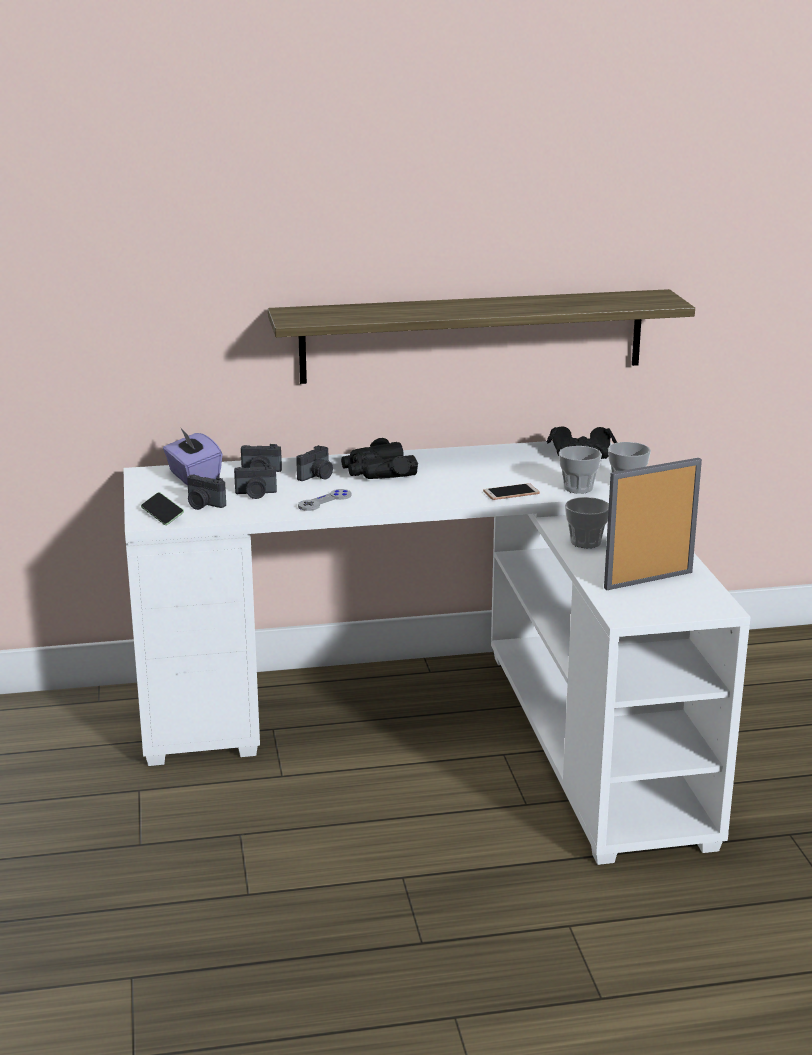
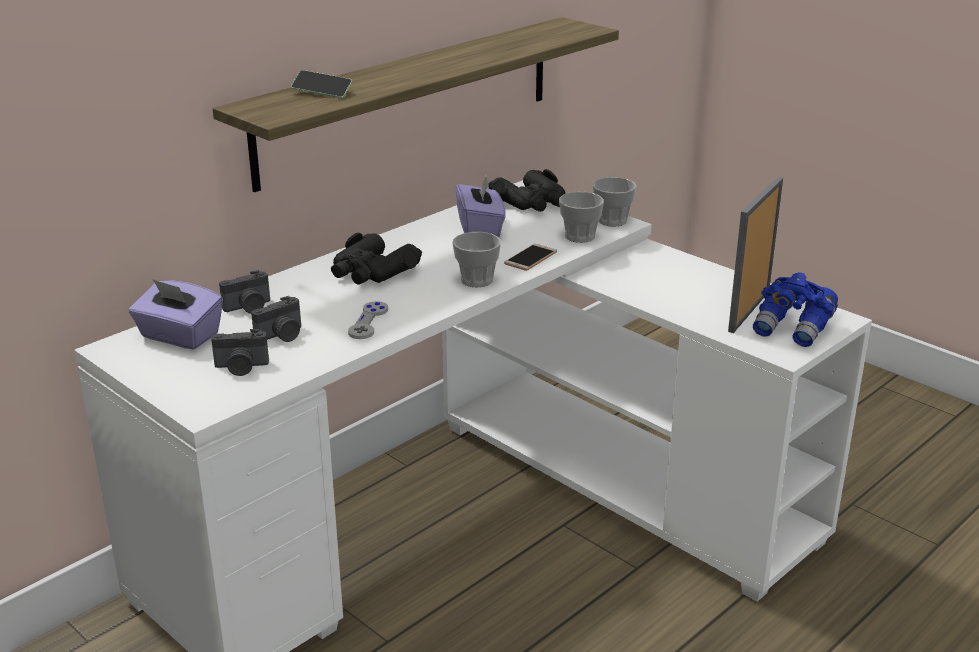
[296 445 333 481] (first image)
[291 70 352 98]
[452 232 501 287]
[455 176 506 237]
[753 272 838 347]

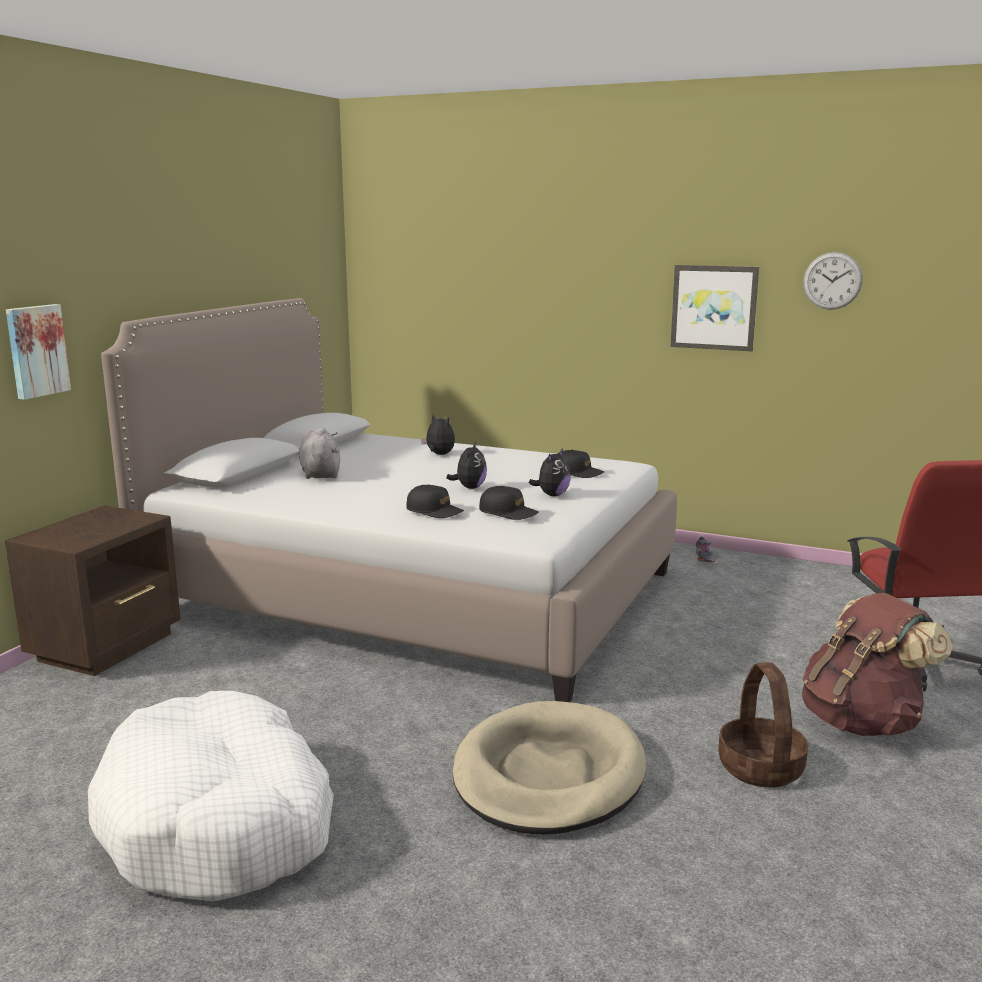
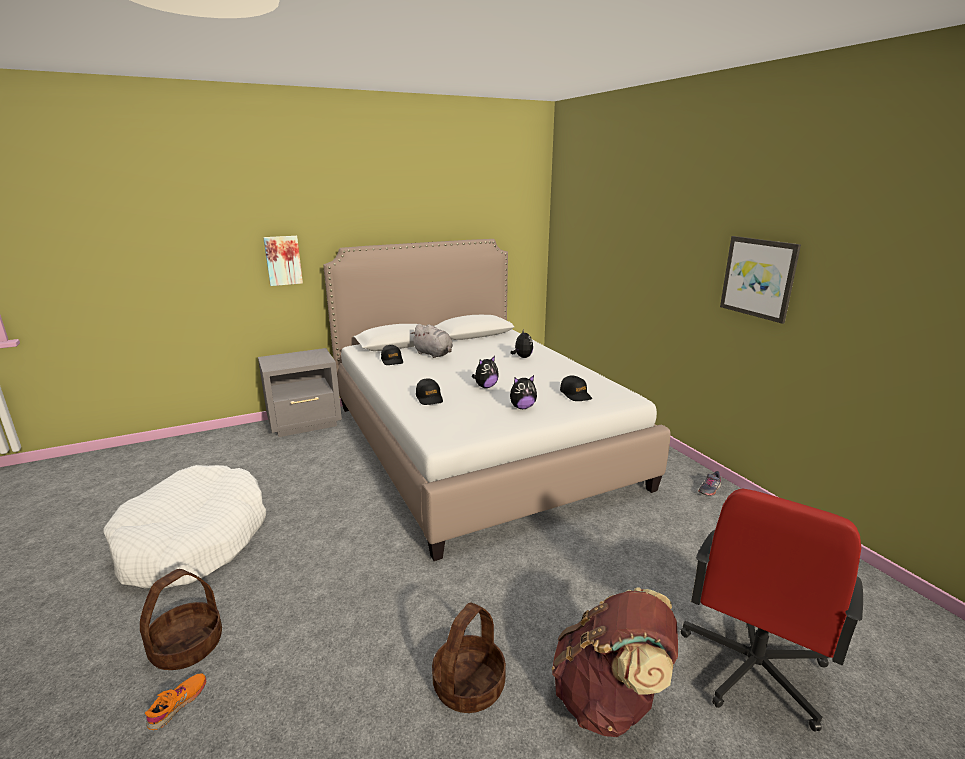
[803 252 863 310] (first image)
[411 324 453 358]
[381 345 403 365]
[258 348 342 437]
[453 701 646 835] (first image)
[140 569 222 670]
[145 674 206 730]

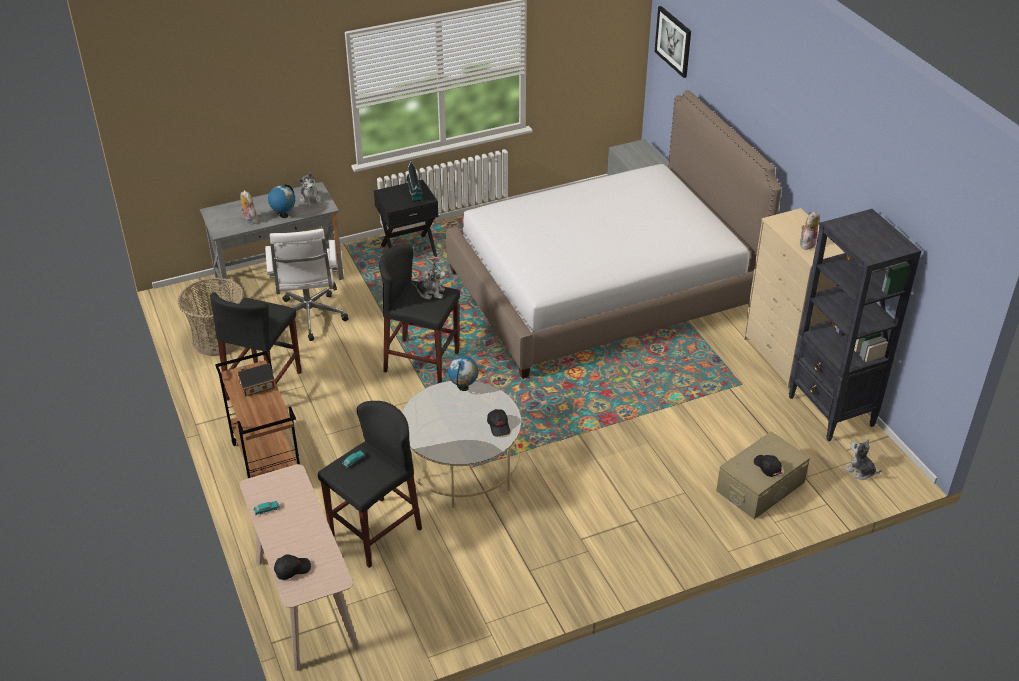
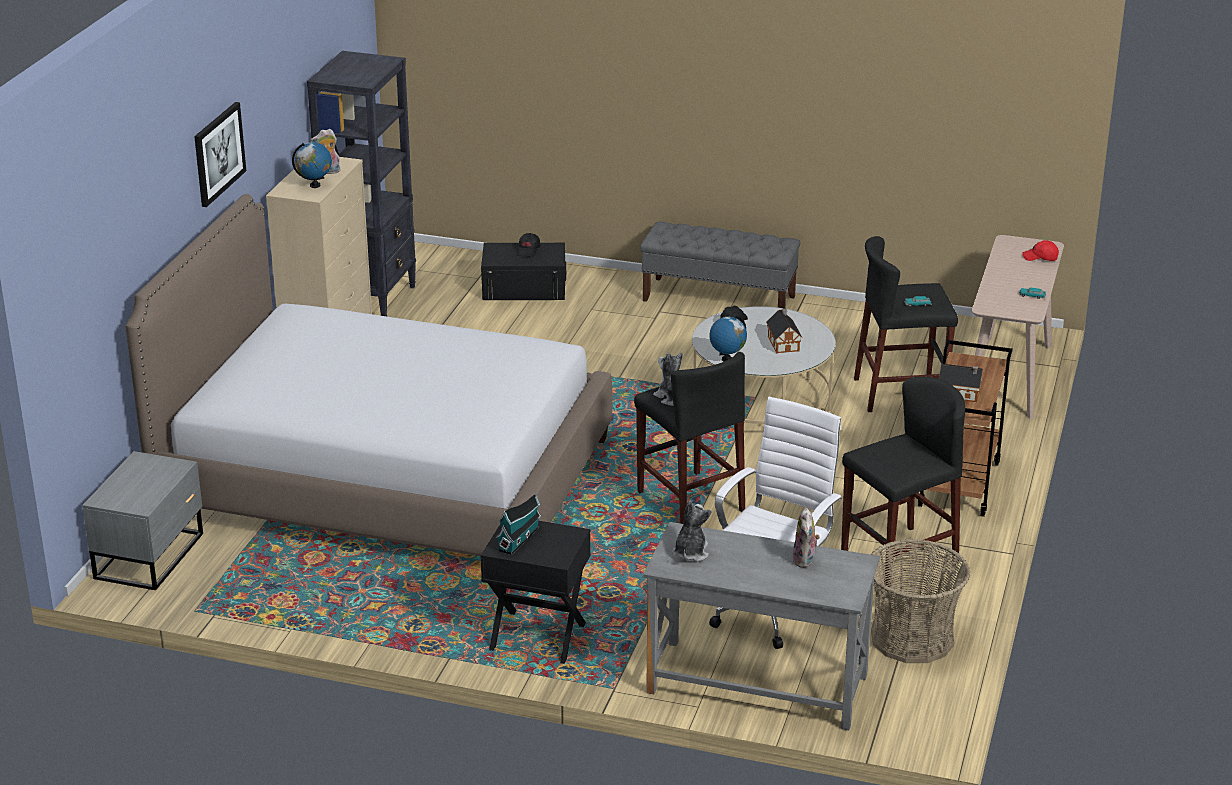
[194 102 246 207]
[292 142 332 188]
[481 243 566 300]
[844 439 882 480] (first image)
[1022 240 1059 261]
[640 221 800 309]
[766 309 802 354]

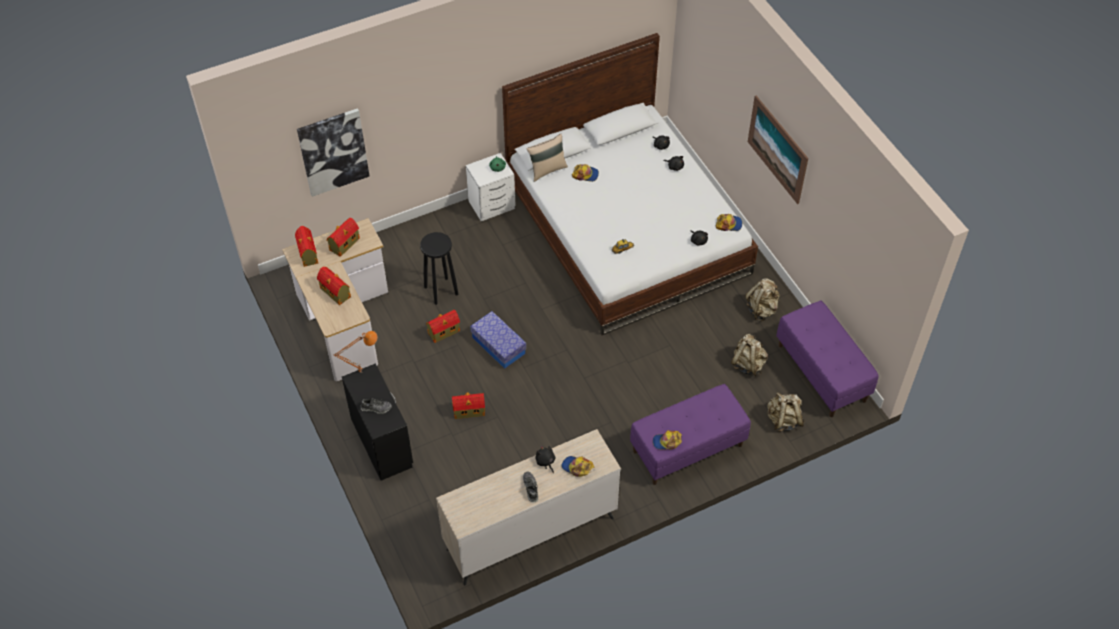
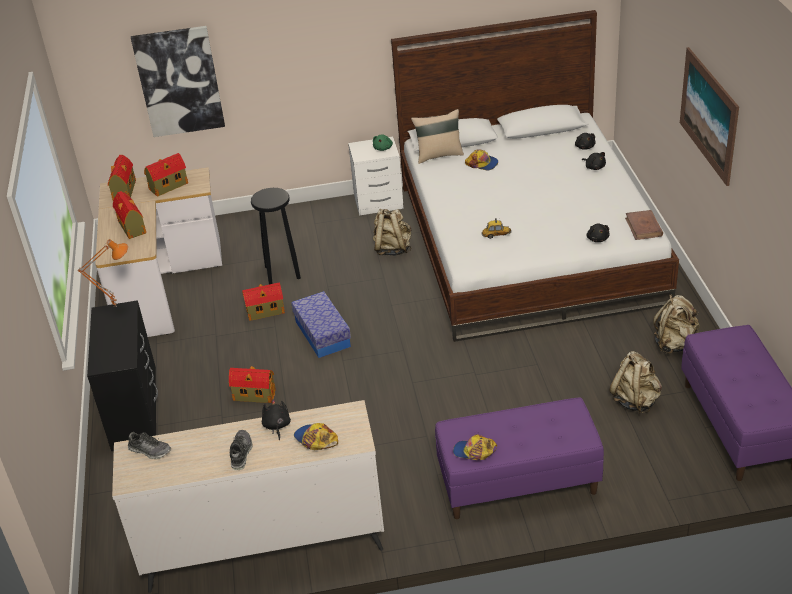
[625 210 663 240]
[373 209 411 256]
[128 432 171 459]

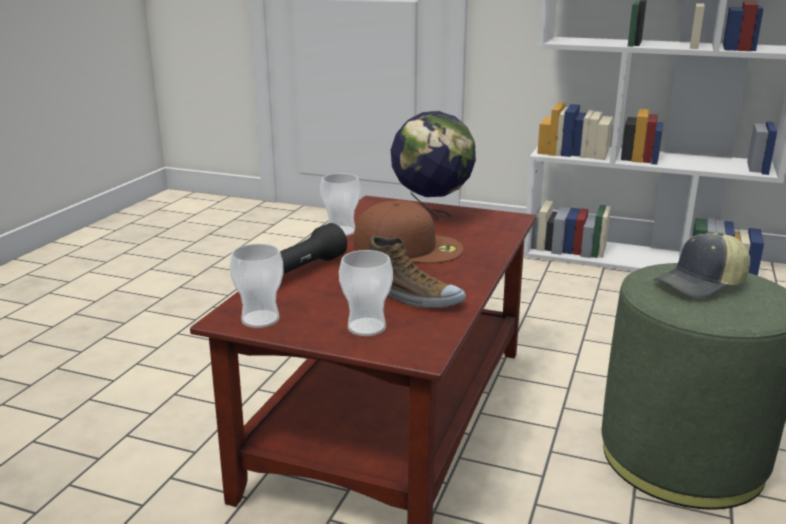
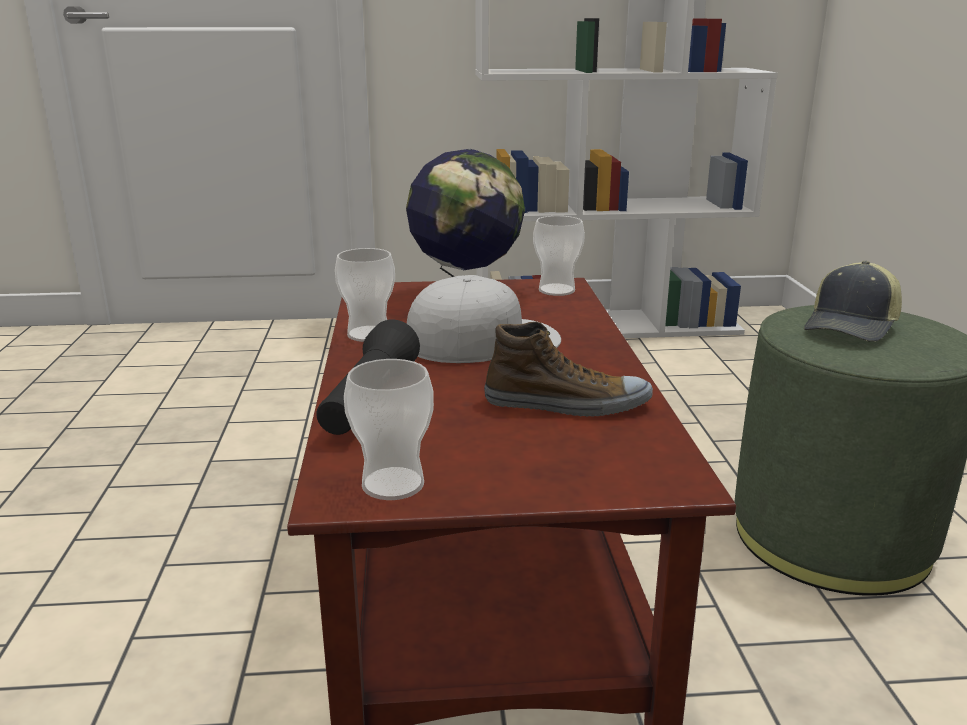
[407 275 561 363]
[533 216 585 296]

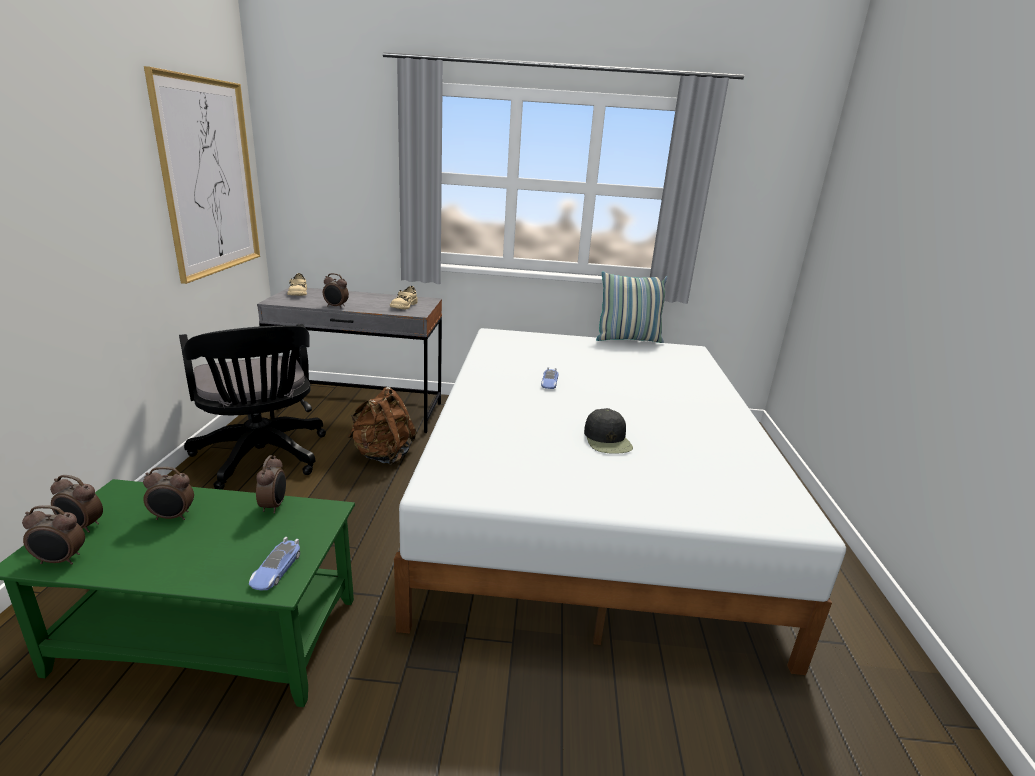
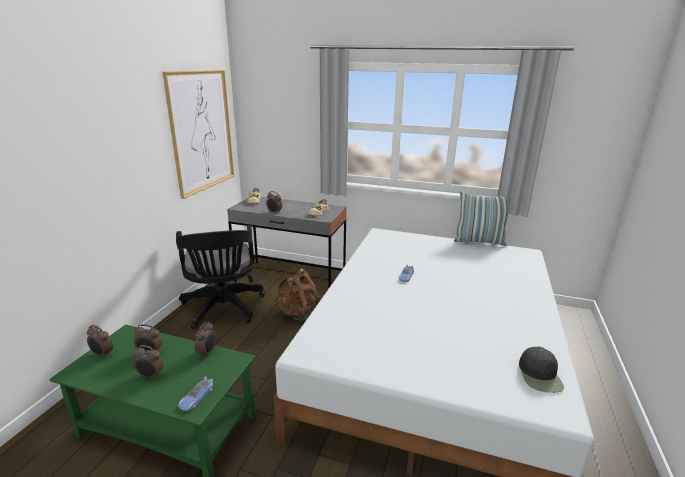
[519 347 564 393]
[133 345 163 380]

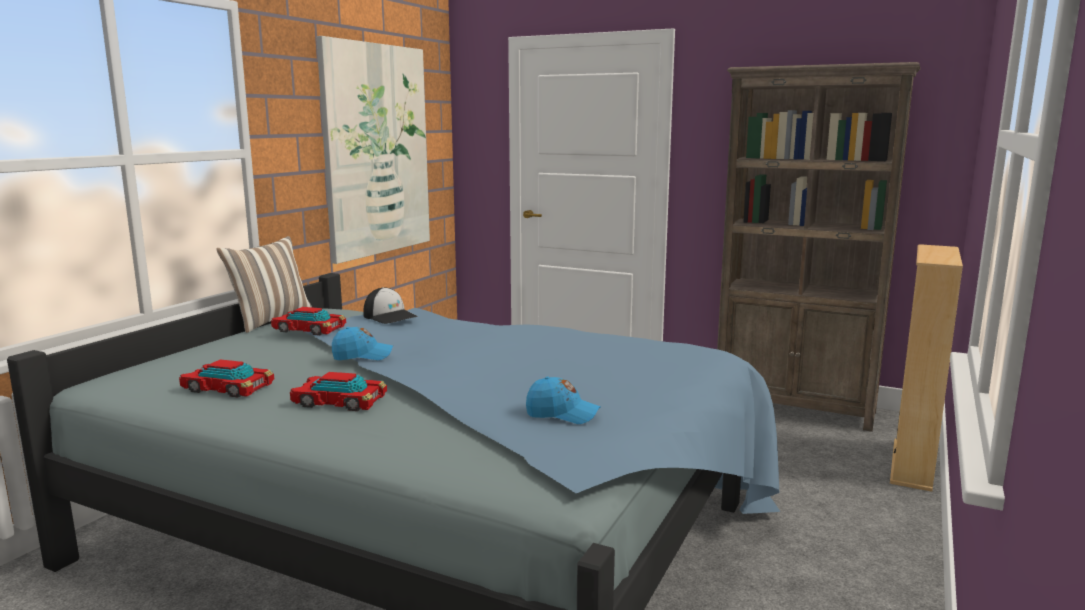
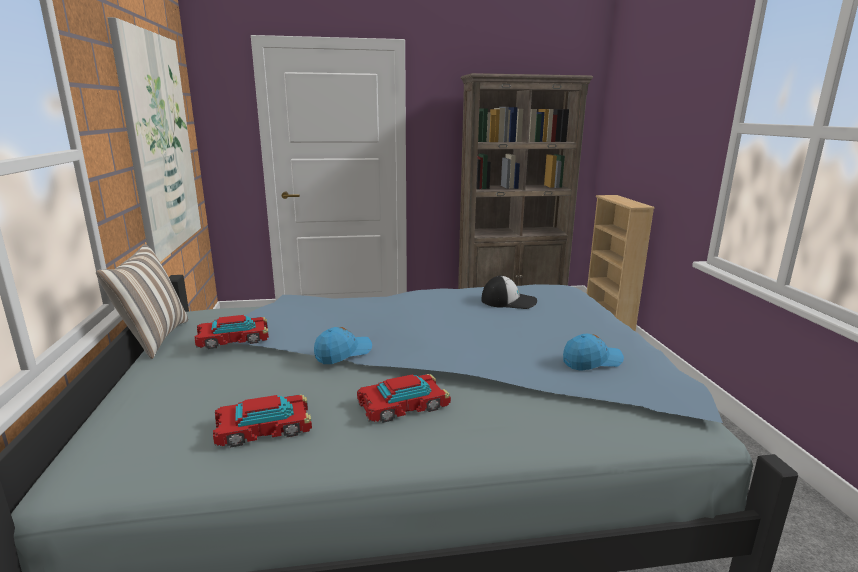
[481 276 537 309]

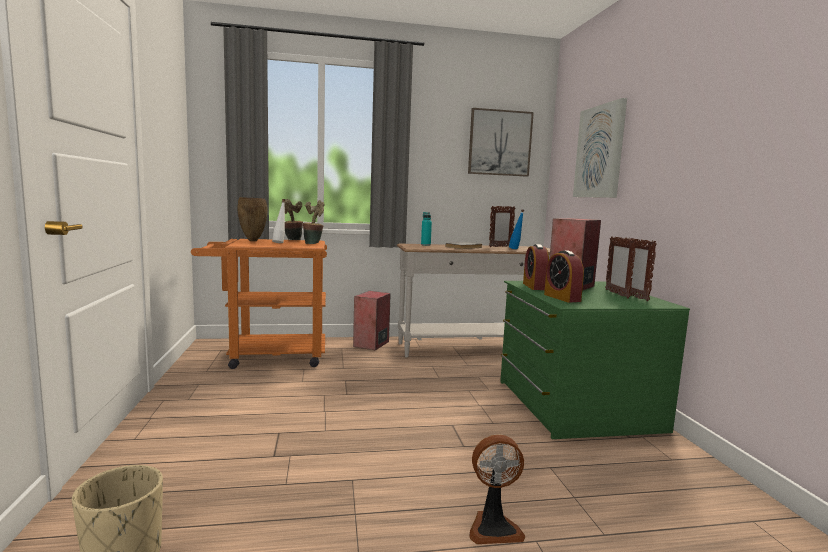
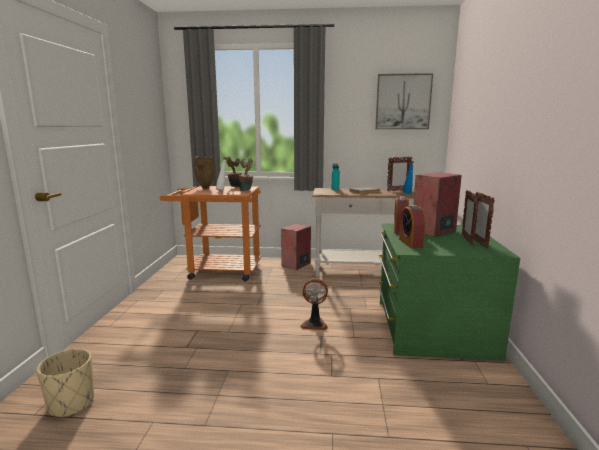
[573 98 627 198] (first image)
[300 278 328 330]

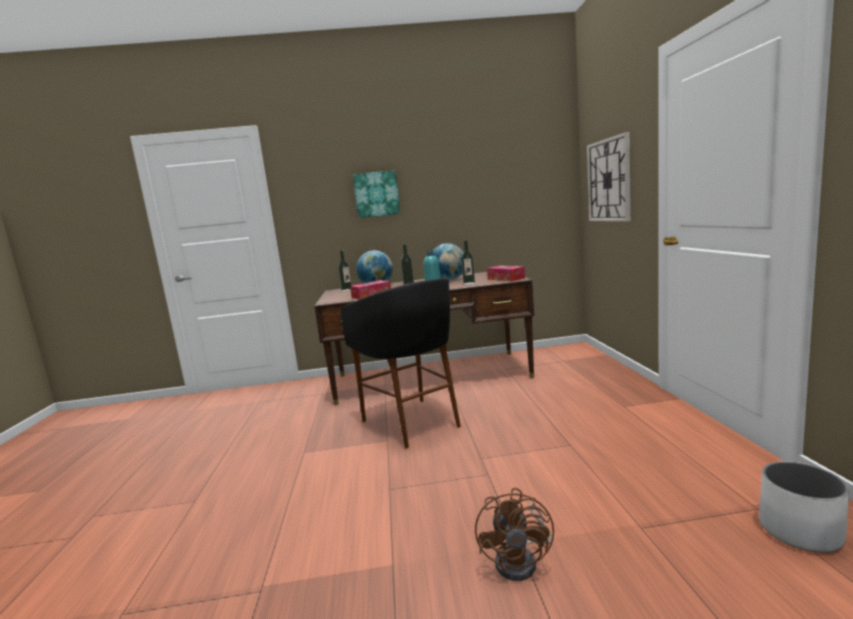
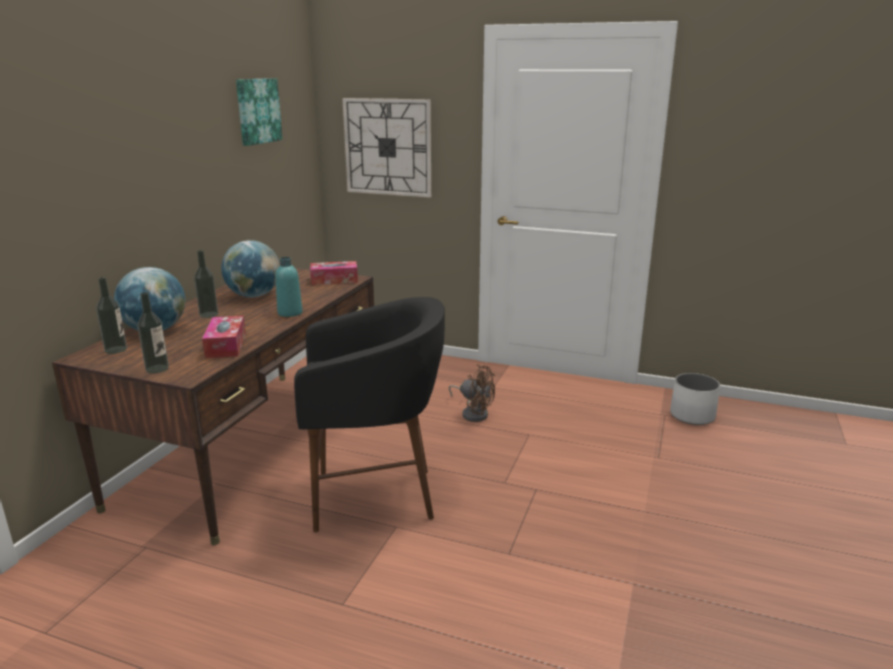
[236 78 283 146]
[138 292 169 374]
[449 364 495 422]

